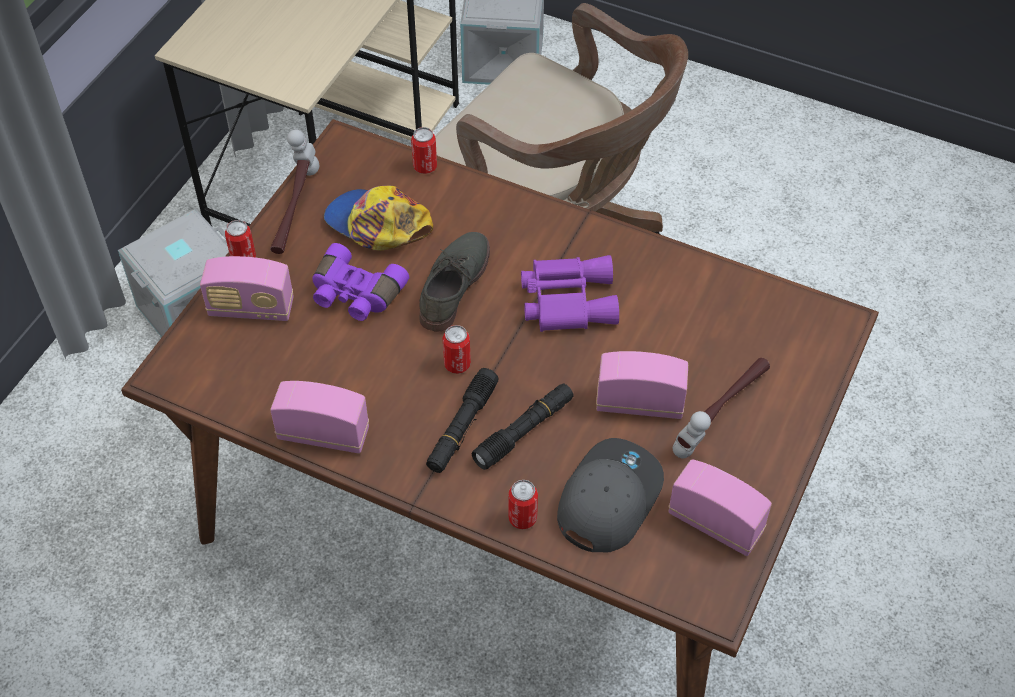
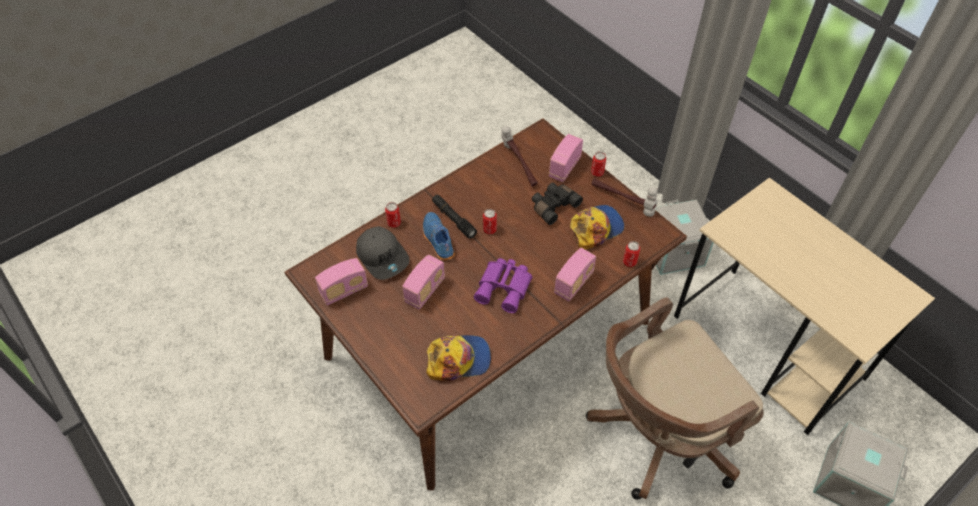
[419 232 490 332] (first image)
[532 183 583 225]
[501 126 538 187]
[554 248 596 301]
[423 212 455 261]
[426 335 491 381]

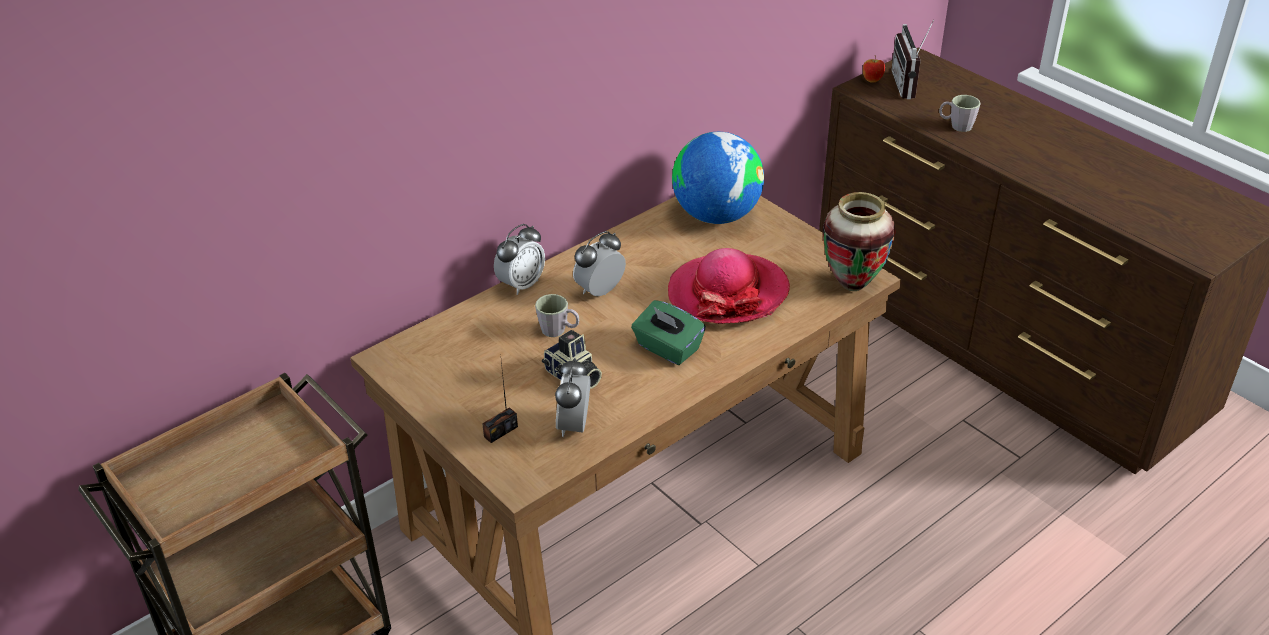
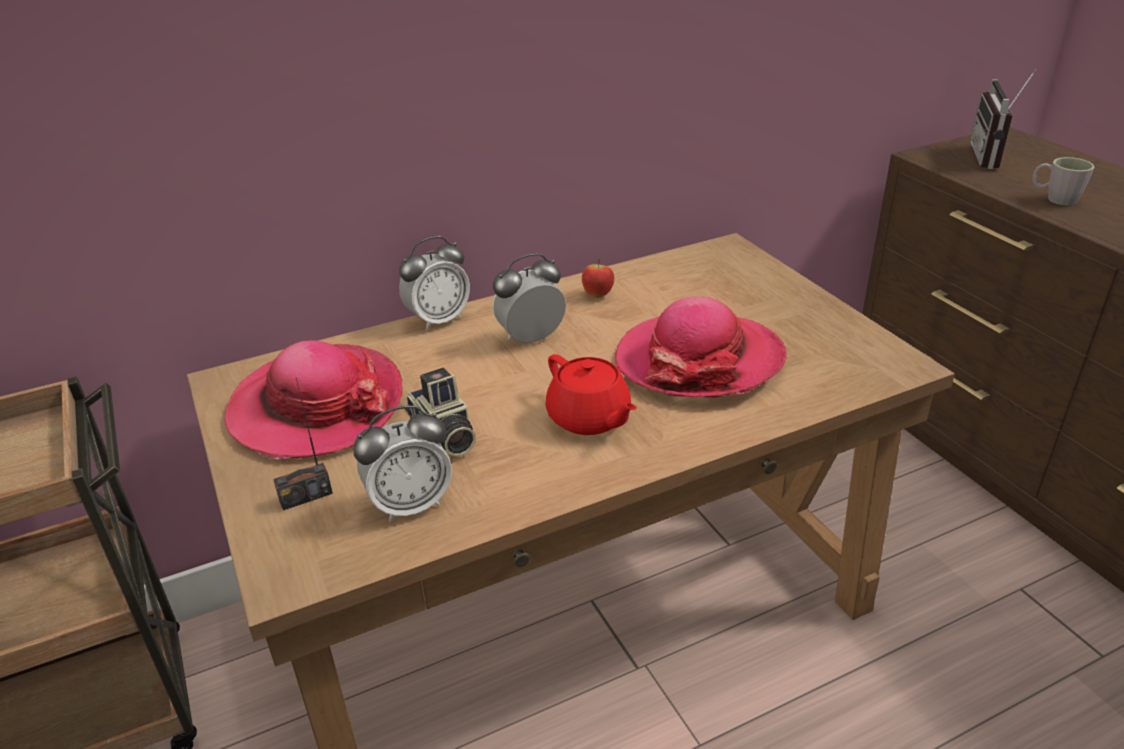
[582 258 614 298]
[672 132 764 224] (first image)
[823 192 896 291] (first image)
[535 294 579 337] (first image)
[546 354 637 435]
[353 405 452 522]
[224 340 402 459]

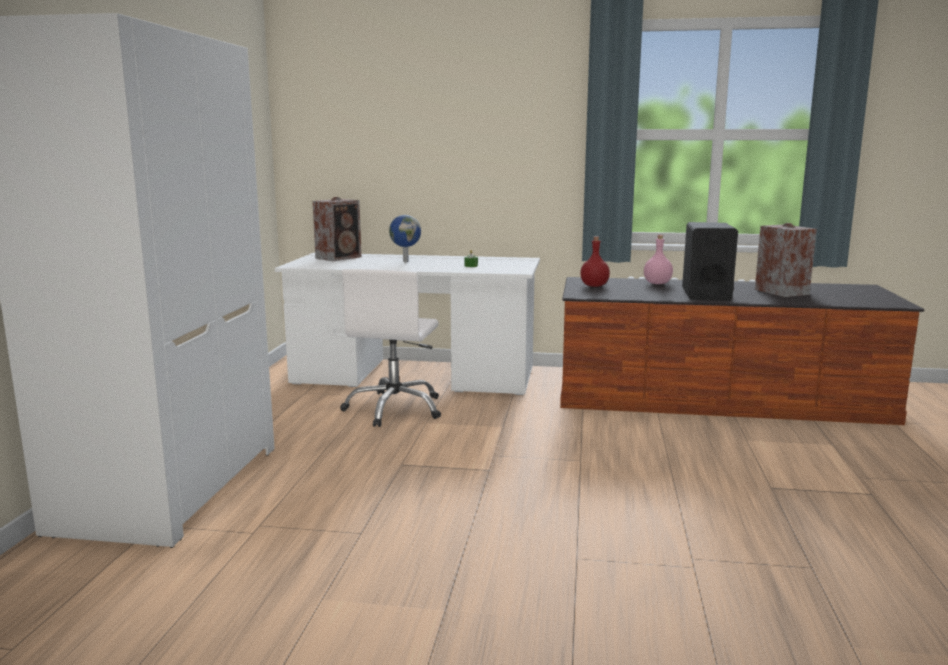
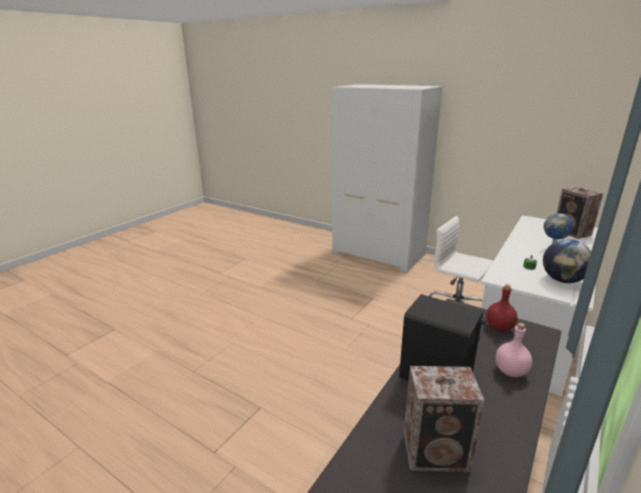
[543 239 591 283]

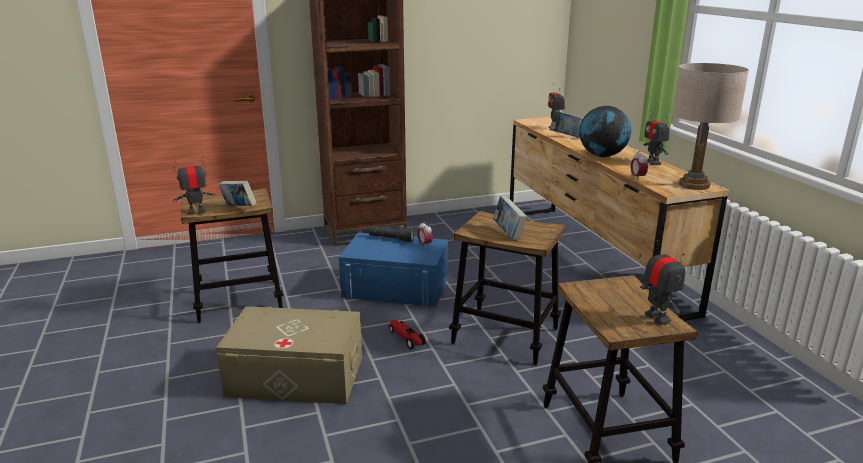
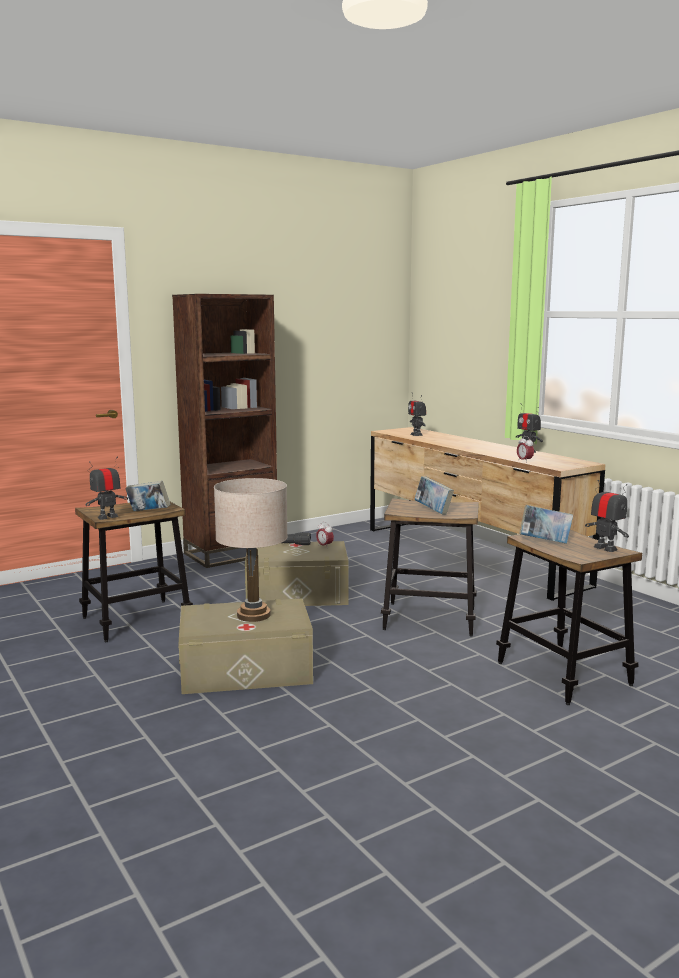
[214 478 288 622]
[579 106 631 157] (first image)
[519 505 573 544]
[245 541 349 606]
[389 320 426 349] (first image)

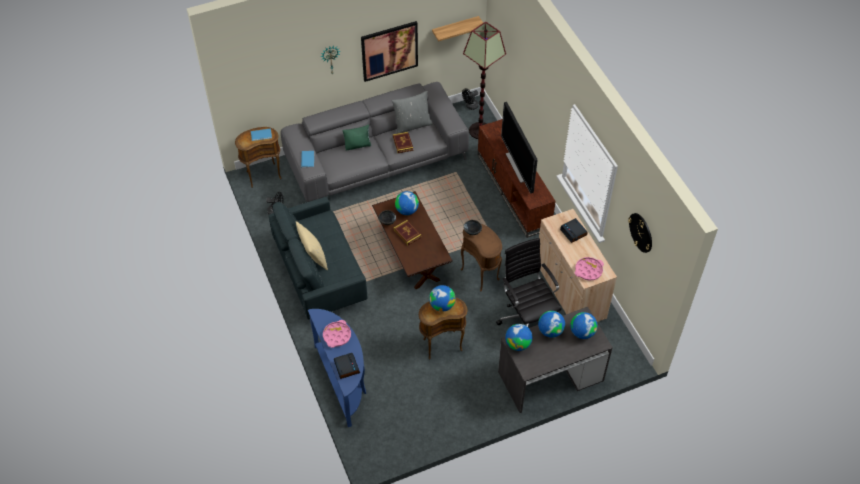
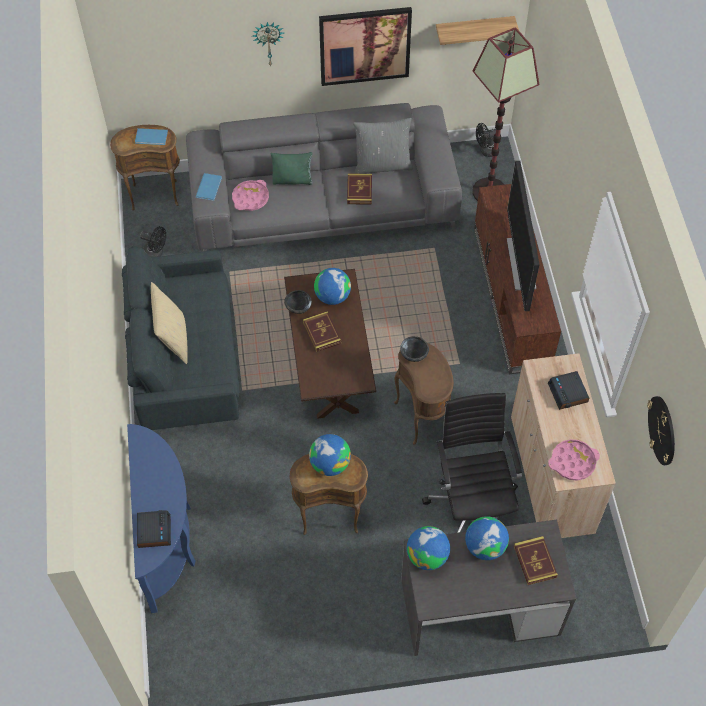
[514 536 558 585]
[232 180 269 211]

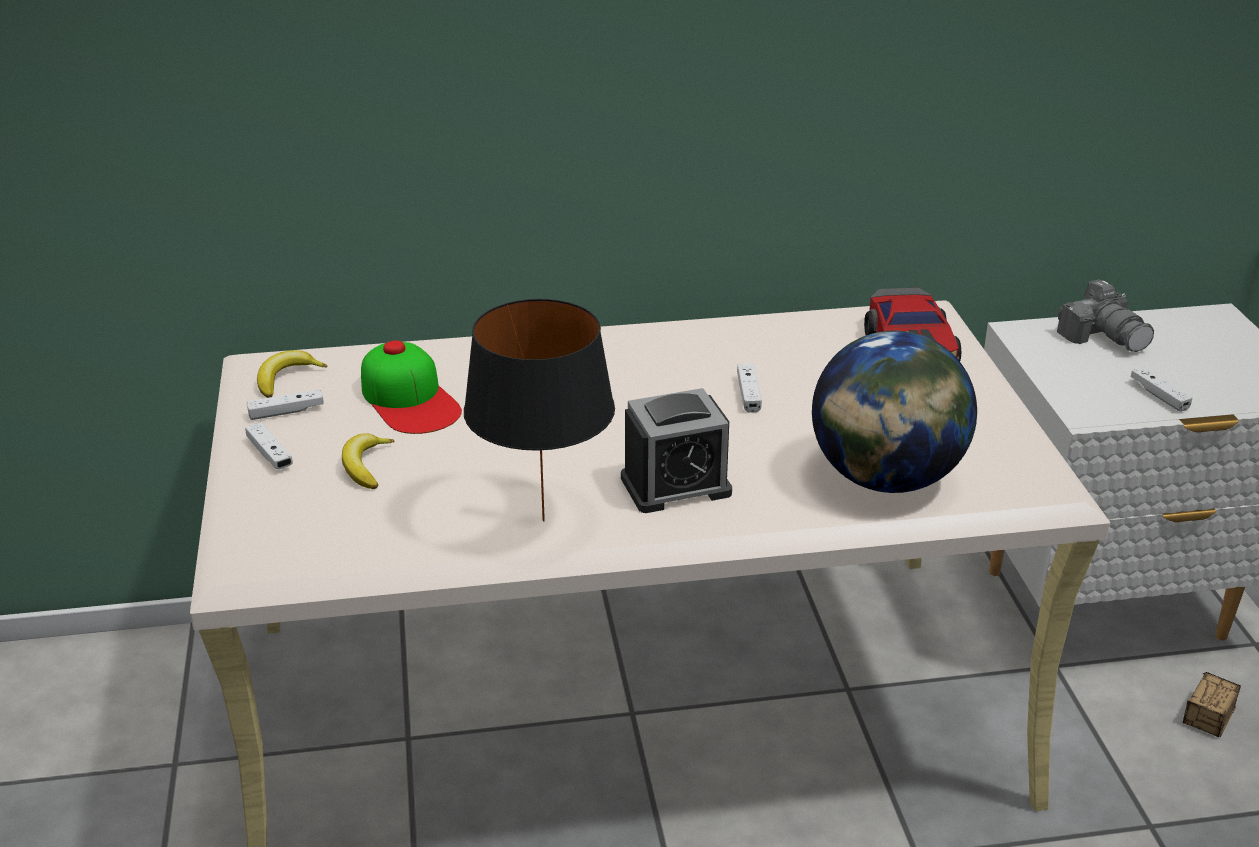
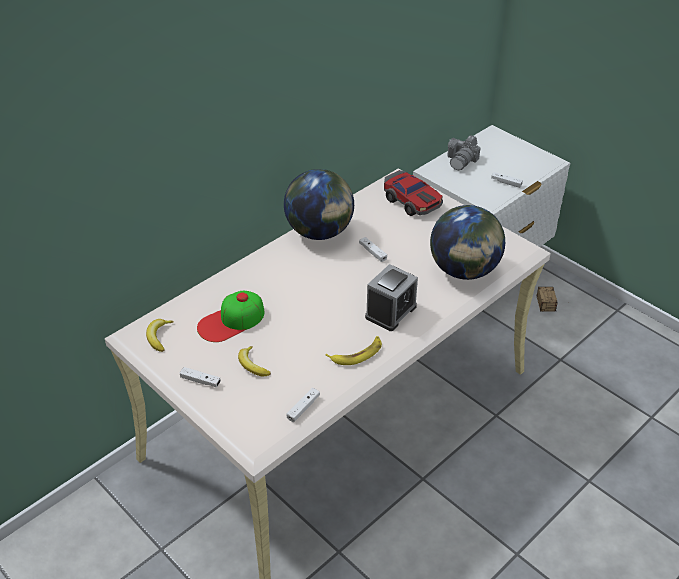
[447 135 481 170]
[325 336 382 365]
[197 291 264 342]
[286 388 320 422]
[284 169 354 240]

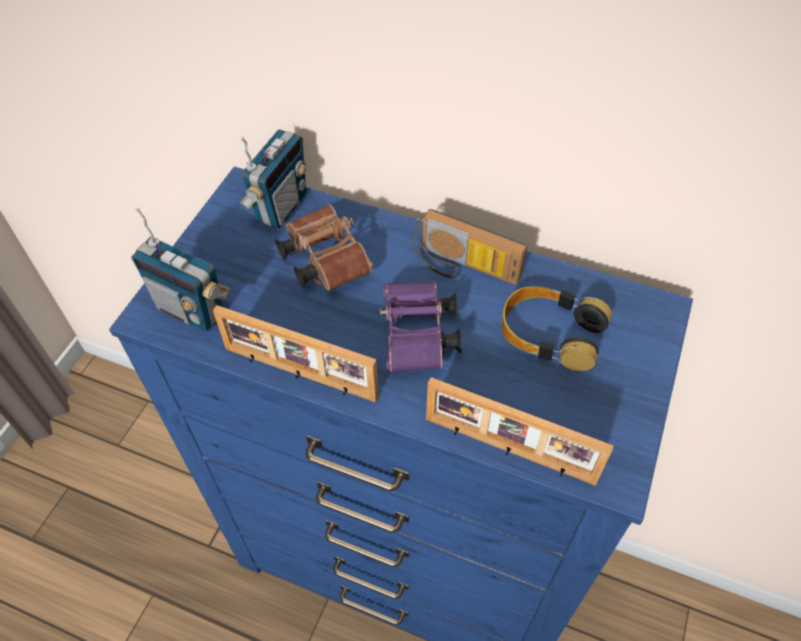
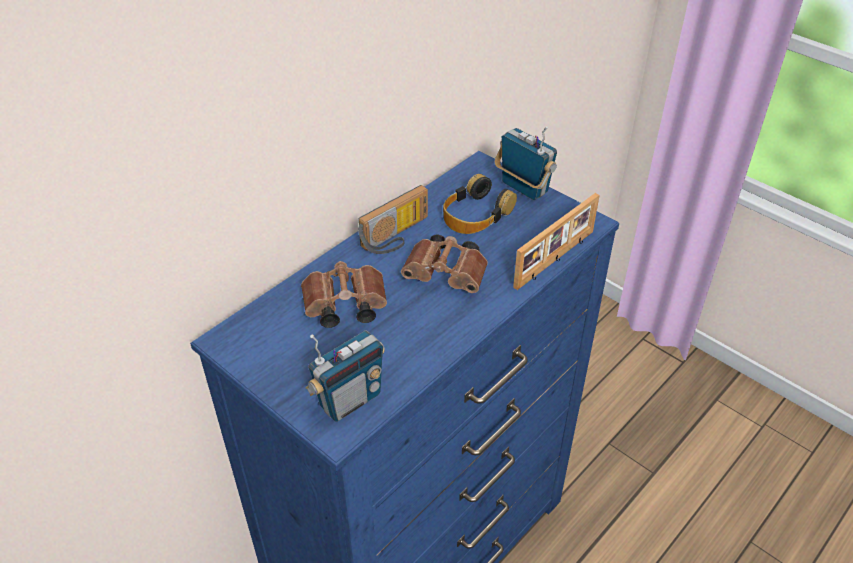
[495 126 557 200]
[401 235 488 293]
[213 305 379 403] (first image)

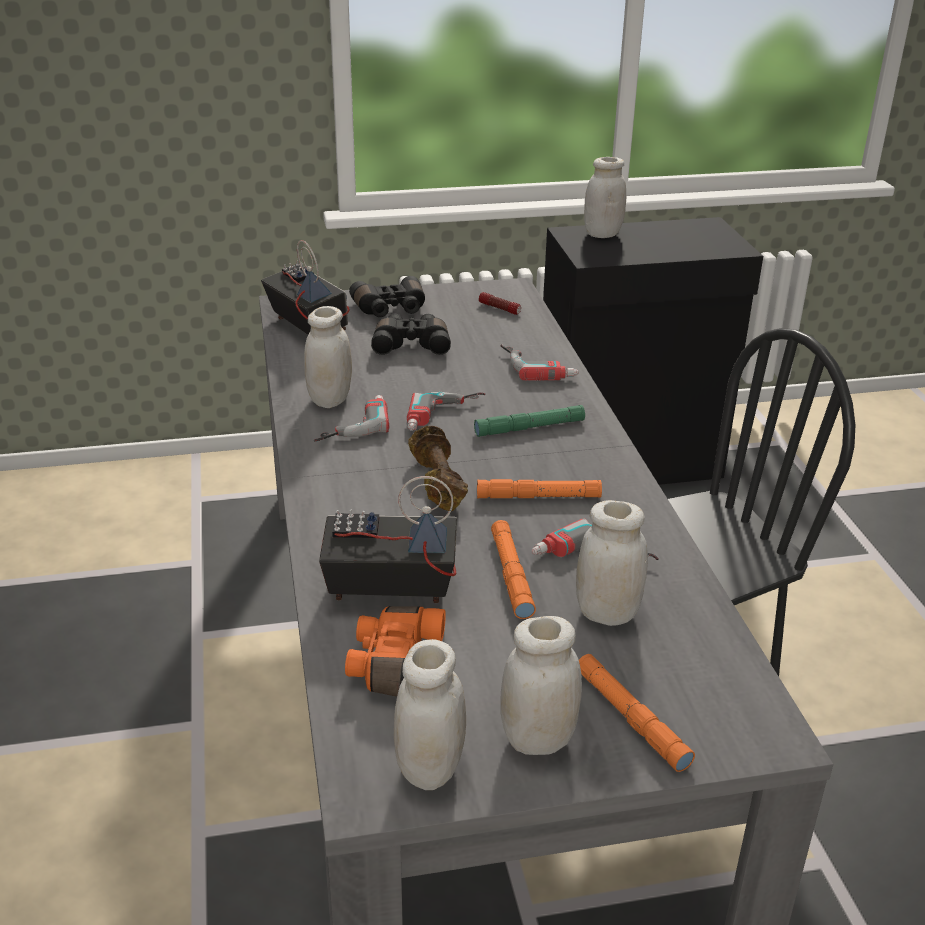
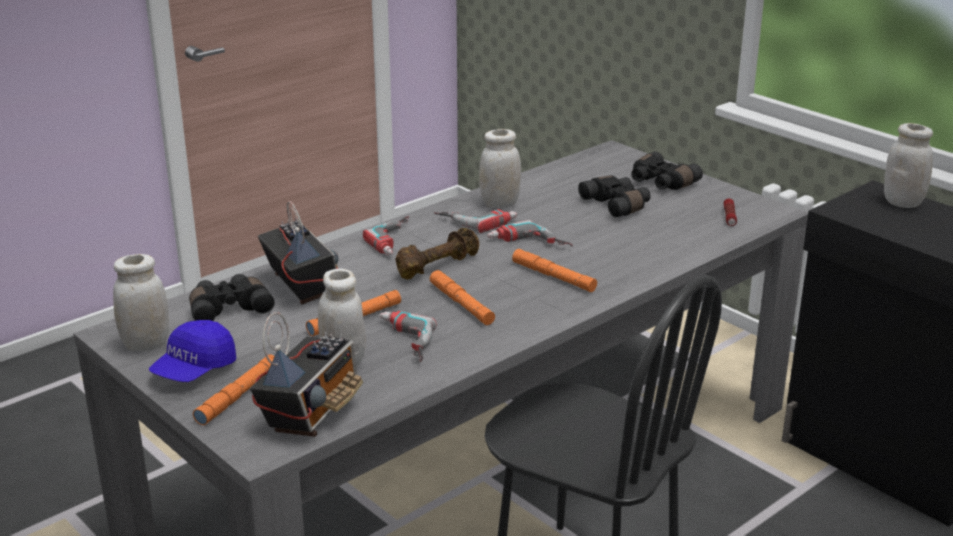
[250 312 363 437]
[363 216 409 255]
[512 249 597 292]
[189 274 275 321]
[149 320 236 382]

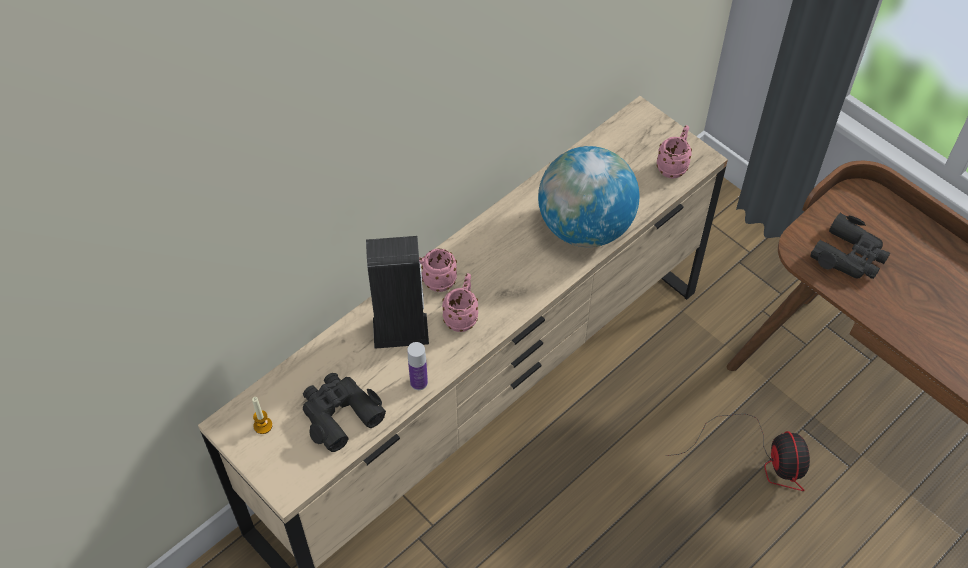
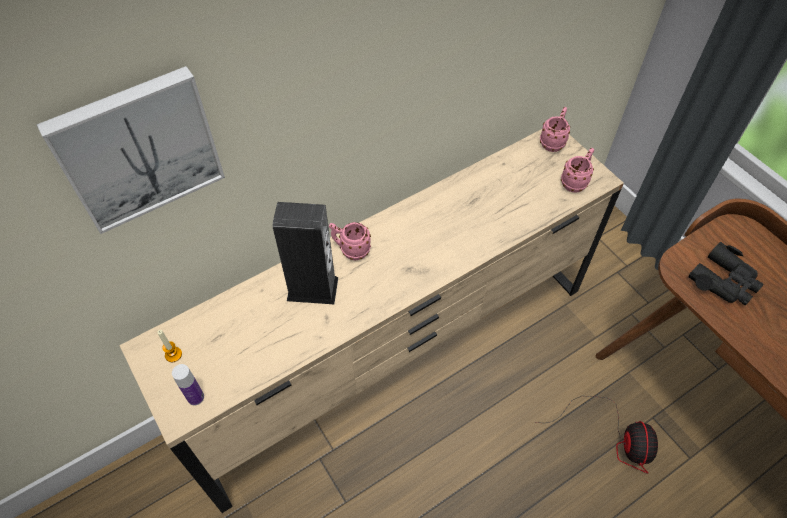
[538 146 639 247] (first image)
[540 107 570 152]
[172 364 204 406]
[303 373 386 452] (first image)
[36 66 225 234]

